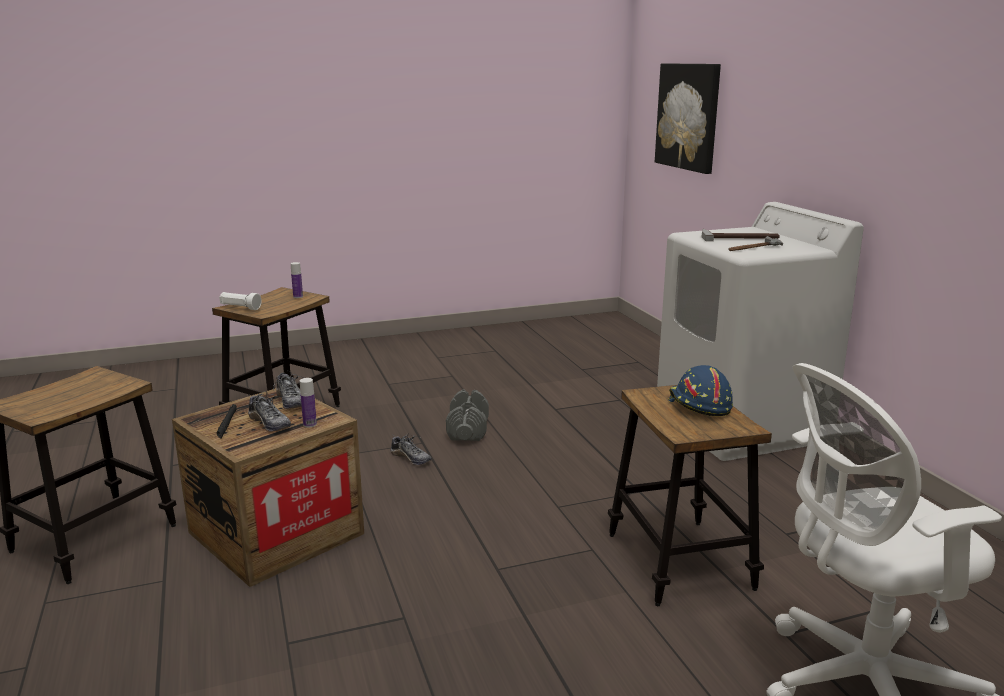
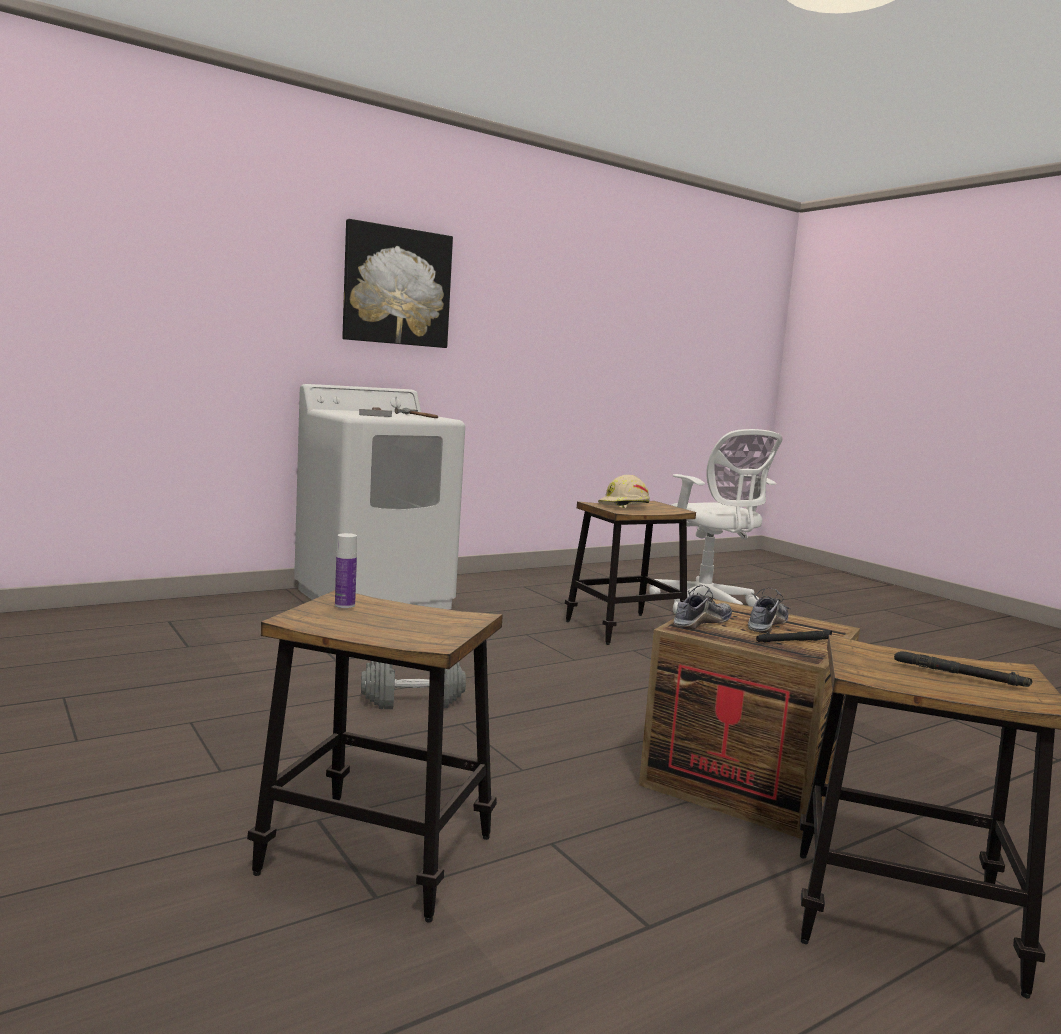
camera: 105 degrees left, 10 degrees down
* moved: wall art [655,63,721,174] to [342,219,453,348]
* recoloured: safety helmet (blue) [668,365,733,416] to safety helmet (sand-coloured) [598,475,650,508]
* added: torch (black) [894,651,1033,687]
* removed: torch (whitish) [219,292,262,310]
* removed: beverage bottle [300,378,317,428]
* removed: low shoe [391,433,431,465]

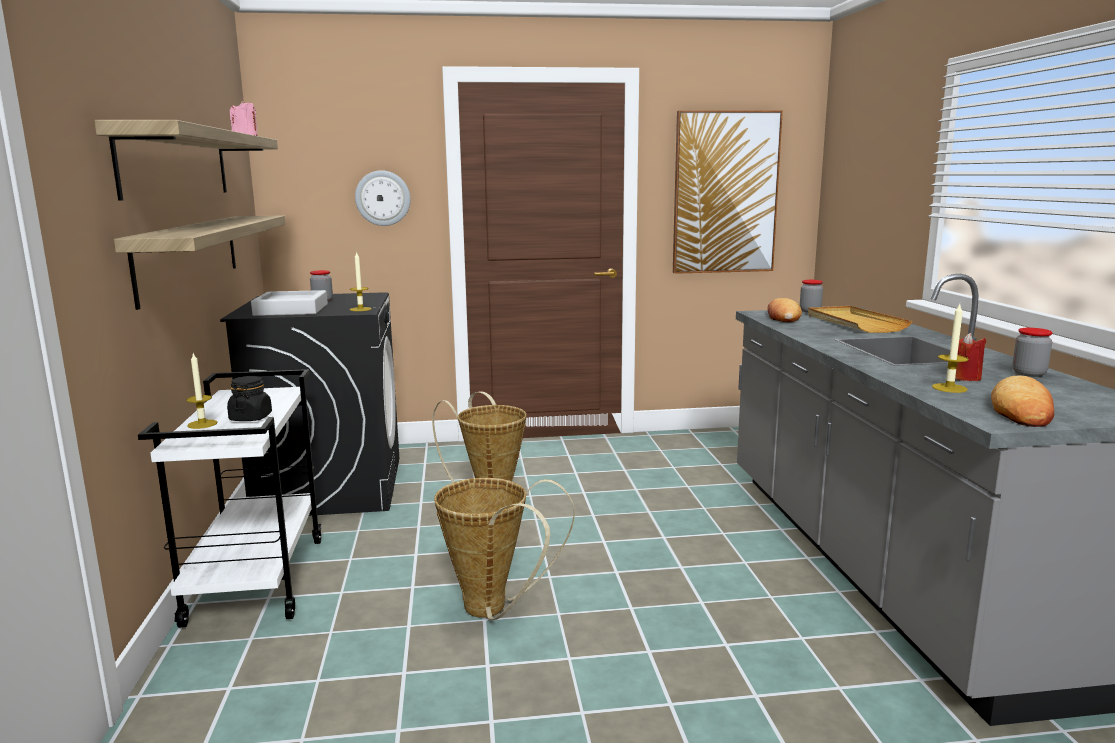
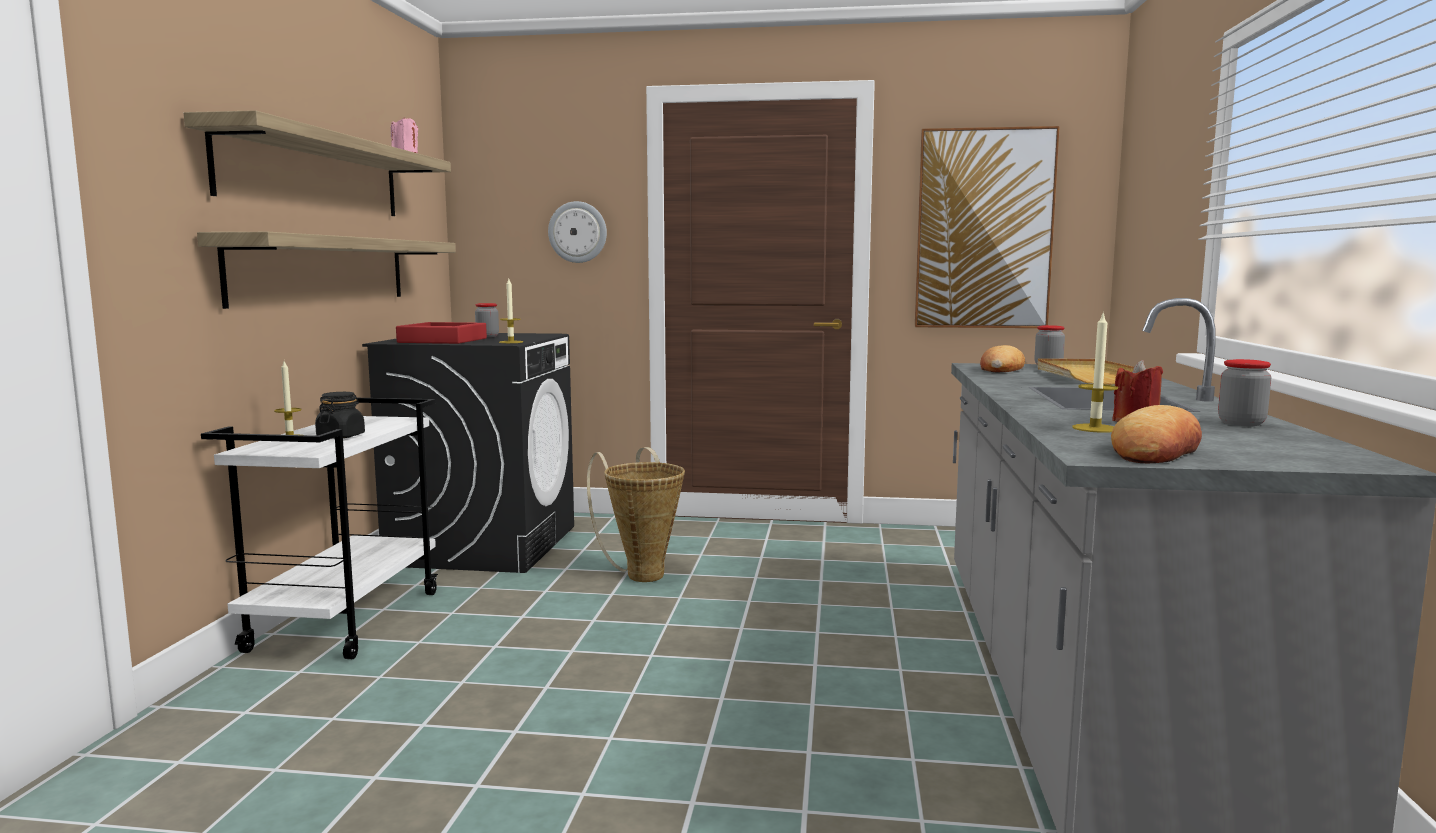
camera: 15 degrees right, 5 degrees down
* recoloured: tray (grey) [251,290,328,316] to tray (reddish) [396,322,487,344]
* removed: household basket [434,478,575,620]

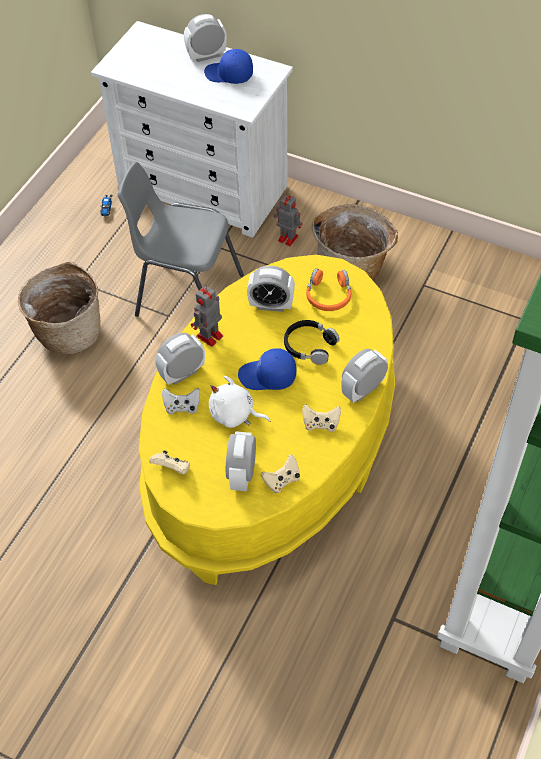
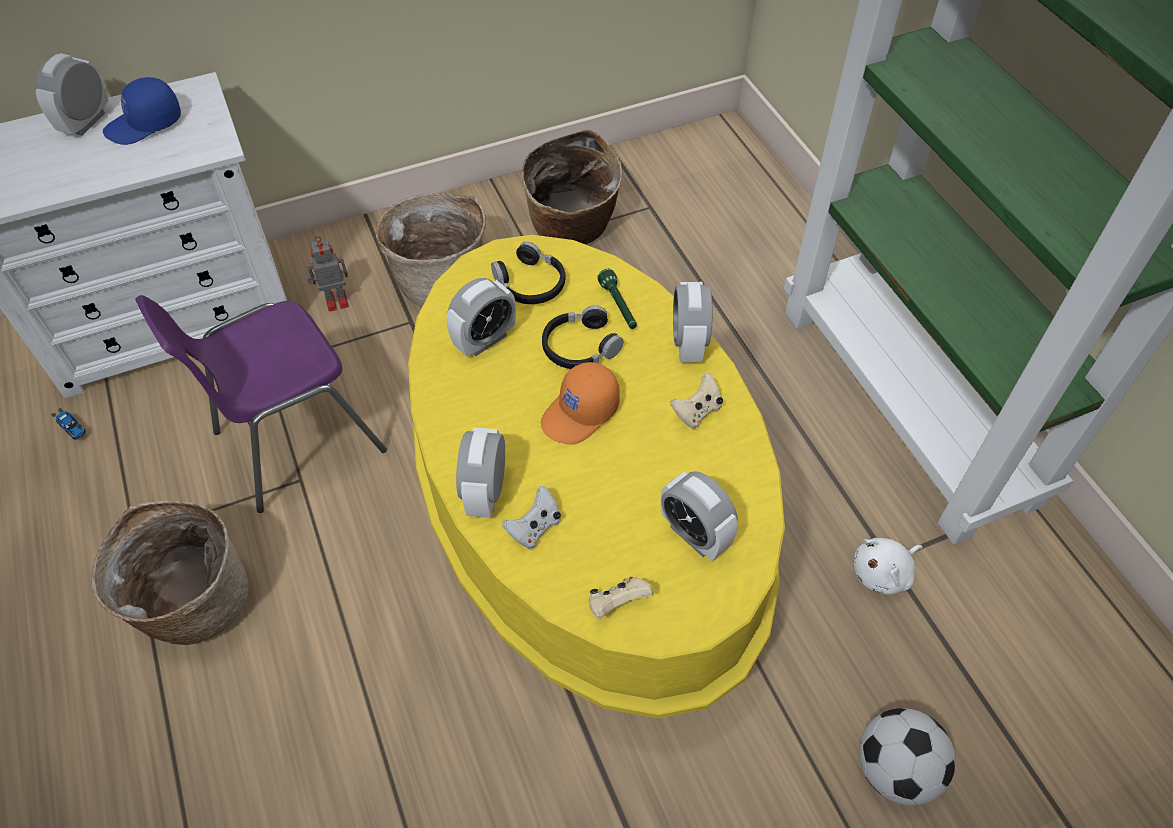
camera: 50 degrees left, 0 degrees up
* recoloured: chair (grey) [118,162,244,317] to chair (purplish) [135,295,387,513]
* recoloured: pair of headphones (orange-coloured) [306,268,351,311] to pair of headphones (black) [491,242,566,304]
* added: household basket [521,130,623,244]
* recoloured: cap (blue) [238,348,297,390] to cap (orange-coloured) [541,362,620,445]
* added: torch (green) [597,269,637,329]
* moved: plush toy (whitish) [209,376,270,428] to [853,538,922,595]
* added: ball for football [859,708,956,806]
* removed: robot figure [191,285,223,347]
* removed: game controller (sand-coloured) [261,454,300,493]

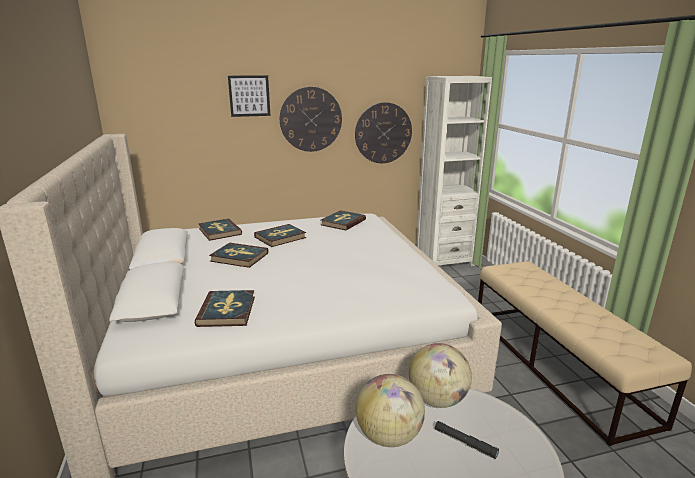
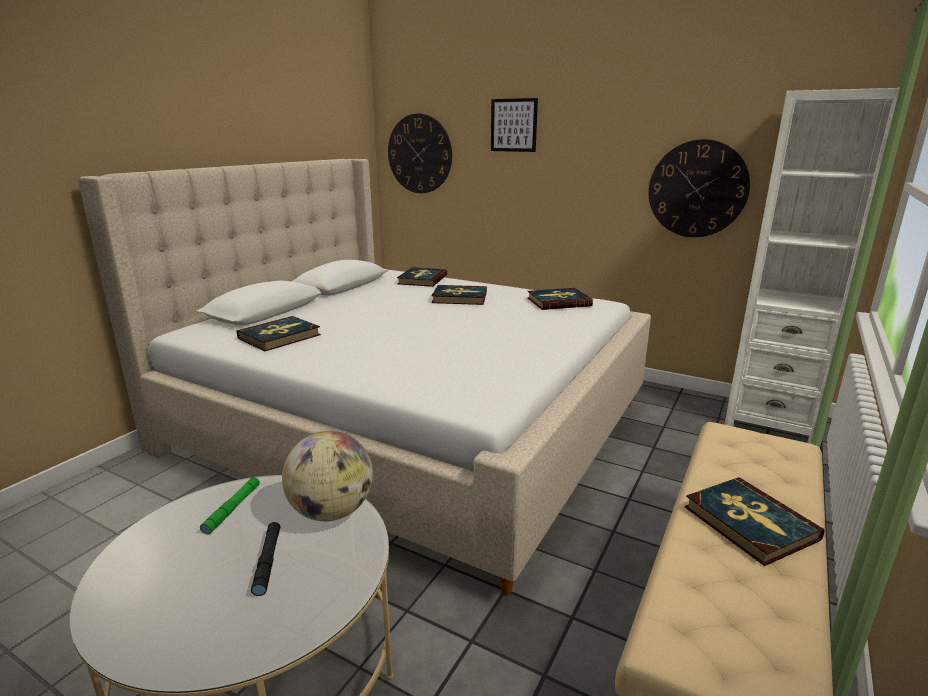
camera: 45 degrees right, 0 degrees up
* replaced: globe [356,374,425,447] to torch (green) [200,477,260,535]
* moved: wall clock [280,87,342,152] to [388,113,452,193]
* moved: bound book [209,243,268,268] to [685,477,825,566]

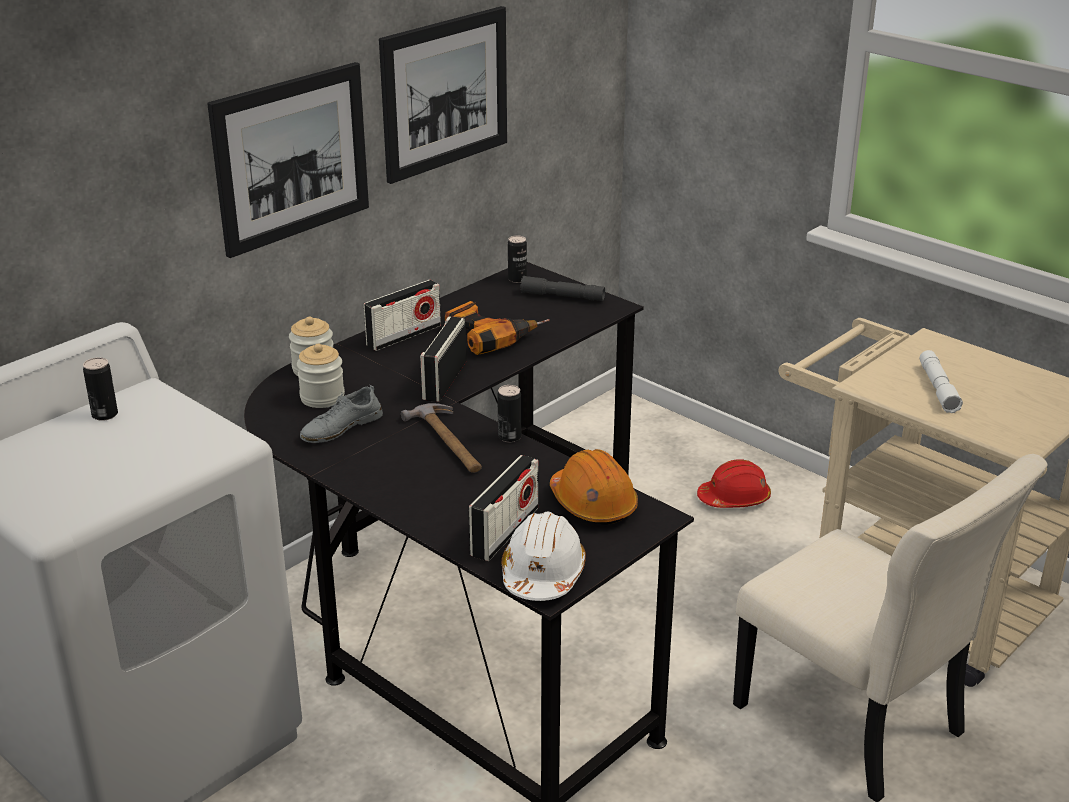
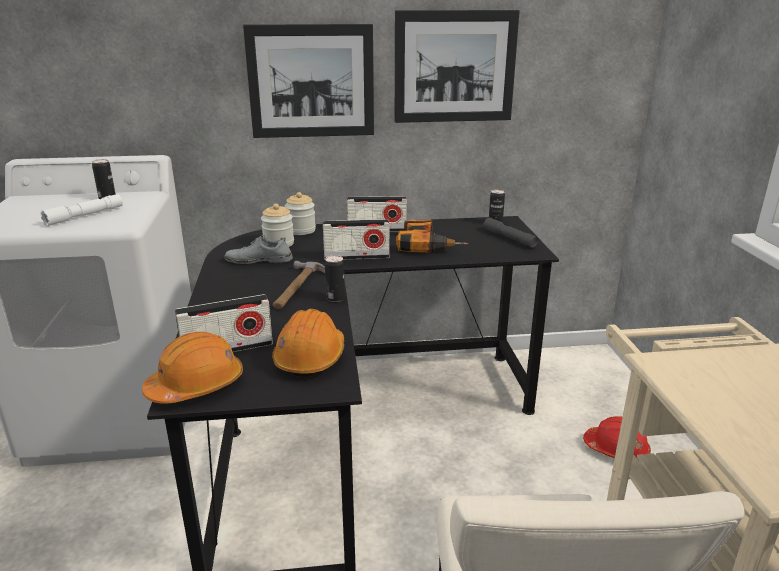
camera: 40 degrees right, 5 degrees down
* moved: torch (whitish) [920,350,963,413] to [40,194,123,226]
* recoloured: safety helmet (whitish) [502,512,586,601] to safety helmet (orange-coloured) [142,332,243,404]
* turned: radio set [420,317,466,402] = [323,219,390,260] 150 degrees counterclockwise

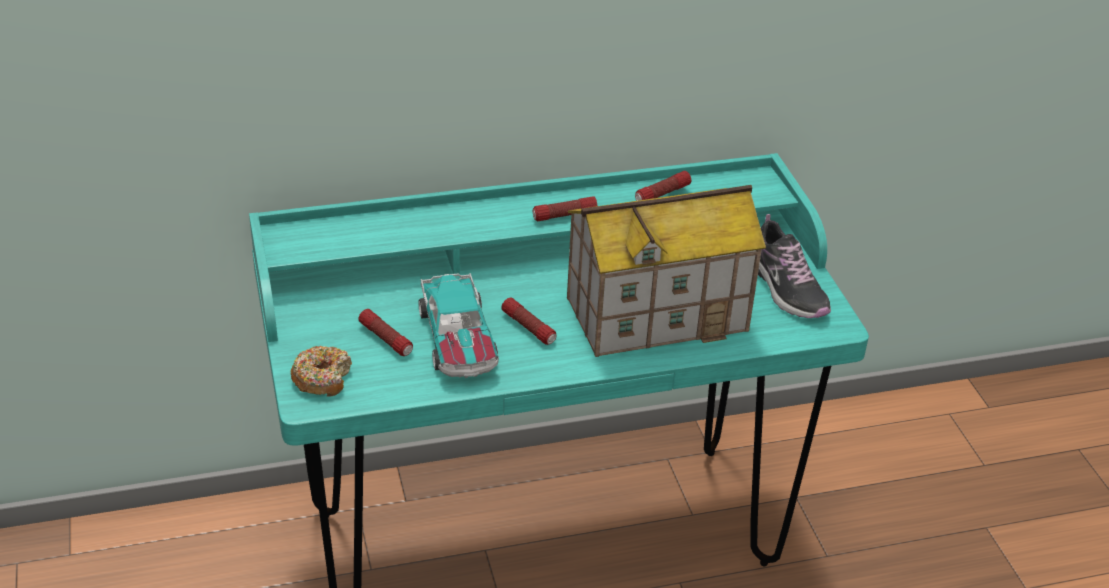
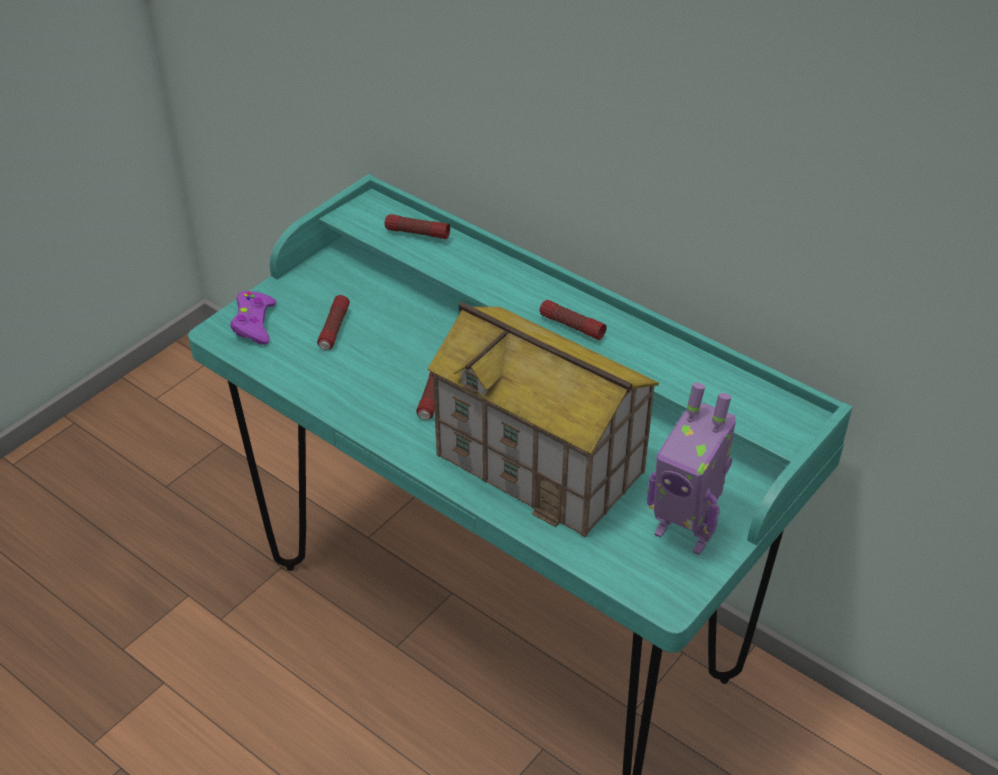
camera: 55 degrees right, 5 degrees up
* replaced: donut [290,346,352,397] to game controller (purplish) [231,291,276,345]
* moved: torch [635,171,691,201] to [385,214,450,239]
* replaced: low shoe [758,214,831,318] to robot figure [647,383,736,555]
* removed: model car [419,273,499,378]

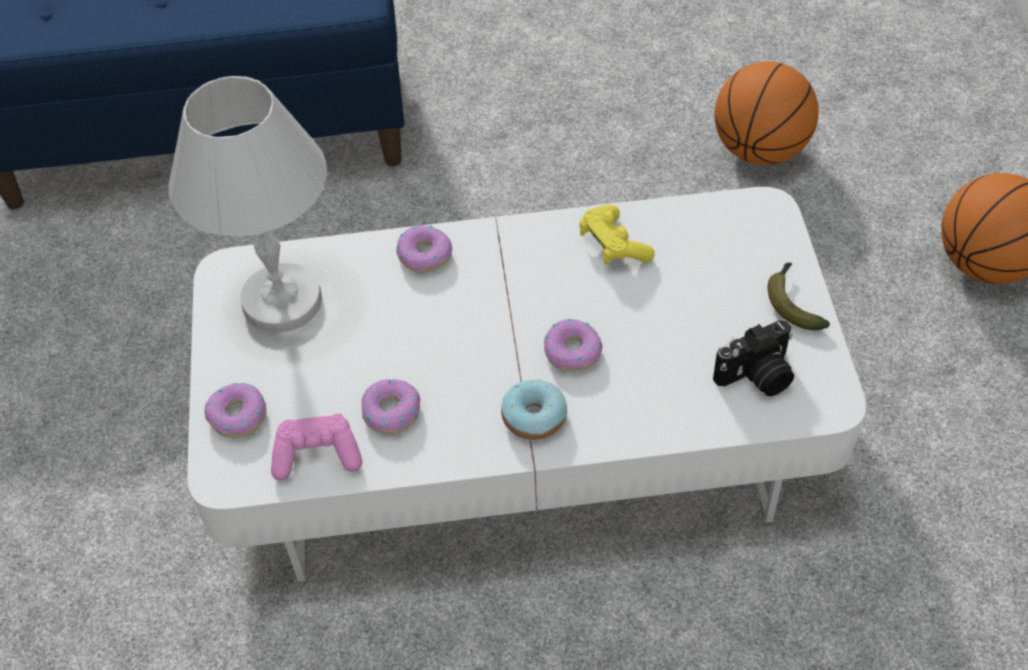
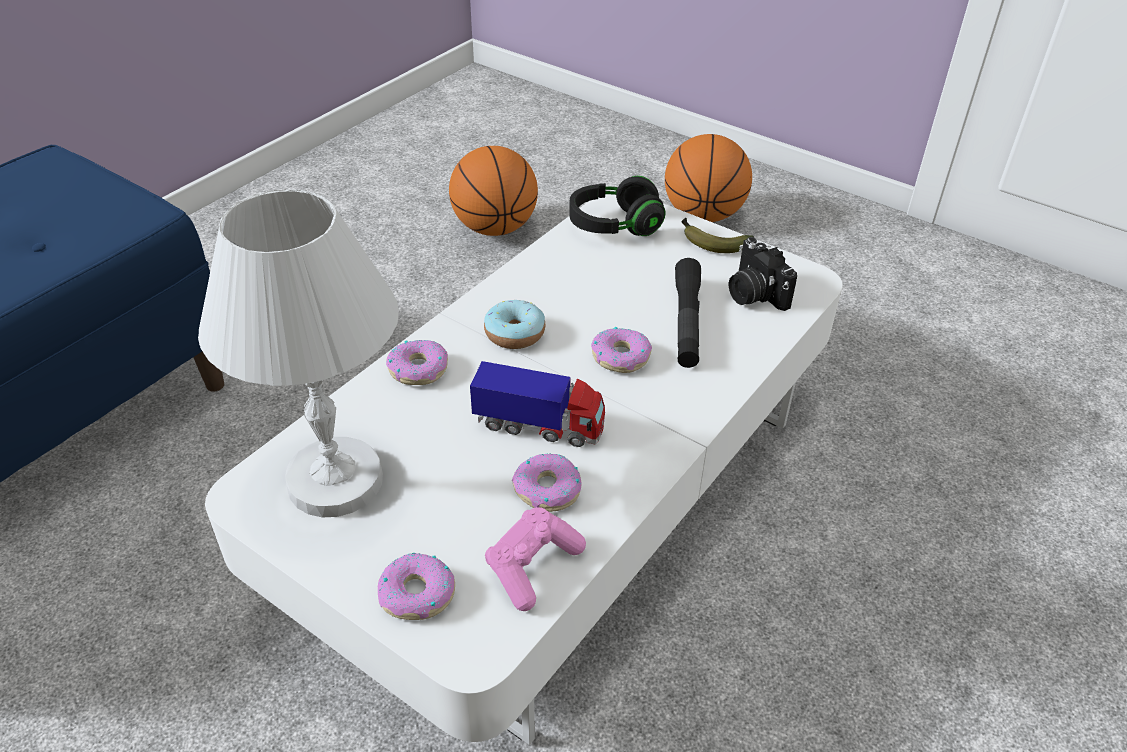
camera: 50 degrees left, 10 degrees down
* added: toy lorry [470,361,605,447]
* moved: donut [501,379,567,440] to [484,300,545,349]
* added: pair of headphones (black) [569,176,666,236]
* added: torch (black) [675,258,701,368]
* turned: photo camera [713,320,794,396] = [729,237,797,311] 135 degrees clockwise
* removed: game controller (yellow-coloured) [579,205,655,265]

